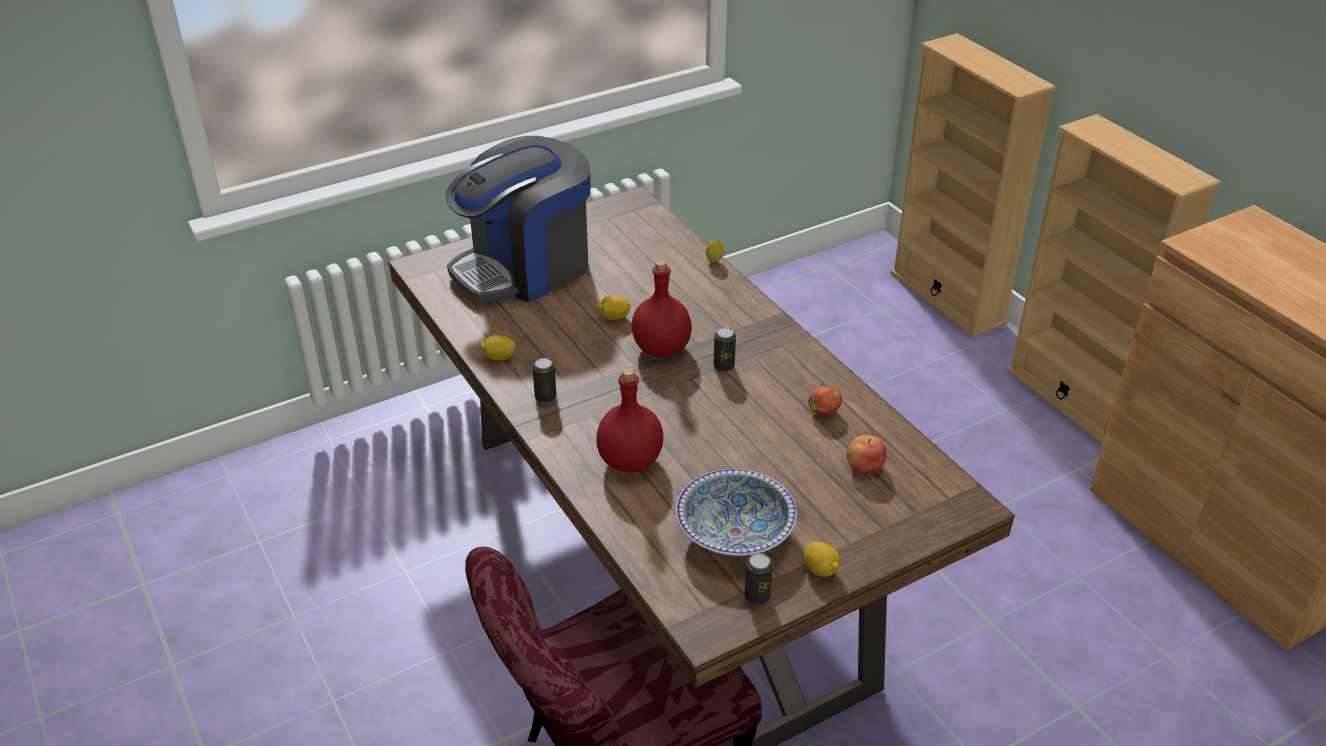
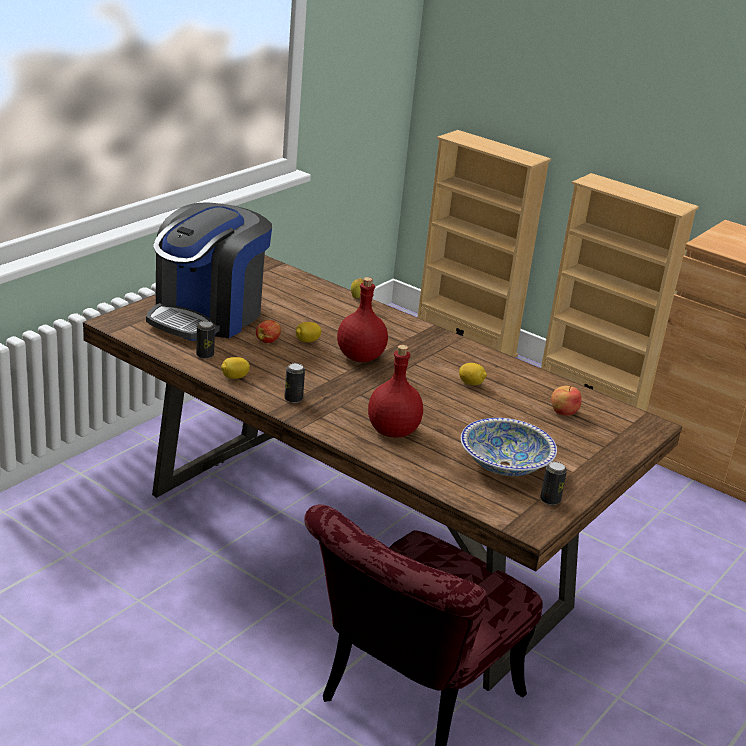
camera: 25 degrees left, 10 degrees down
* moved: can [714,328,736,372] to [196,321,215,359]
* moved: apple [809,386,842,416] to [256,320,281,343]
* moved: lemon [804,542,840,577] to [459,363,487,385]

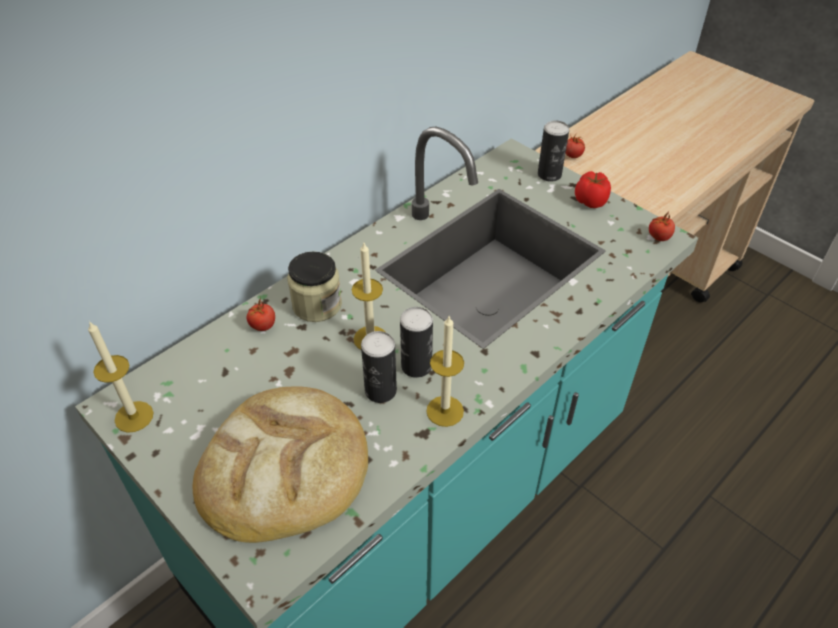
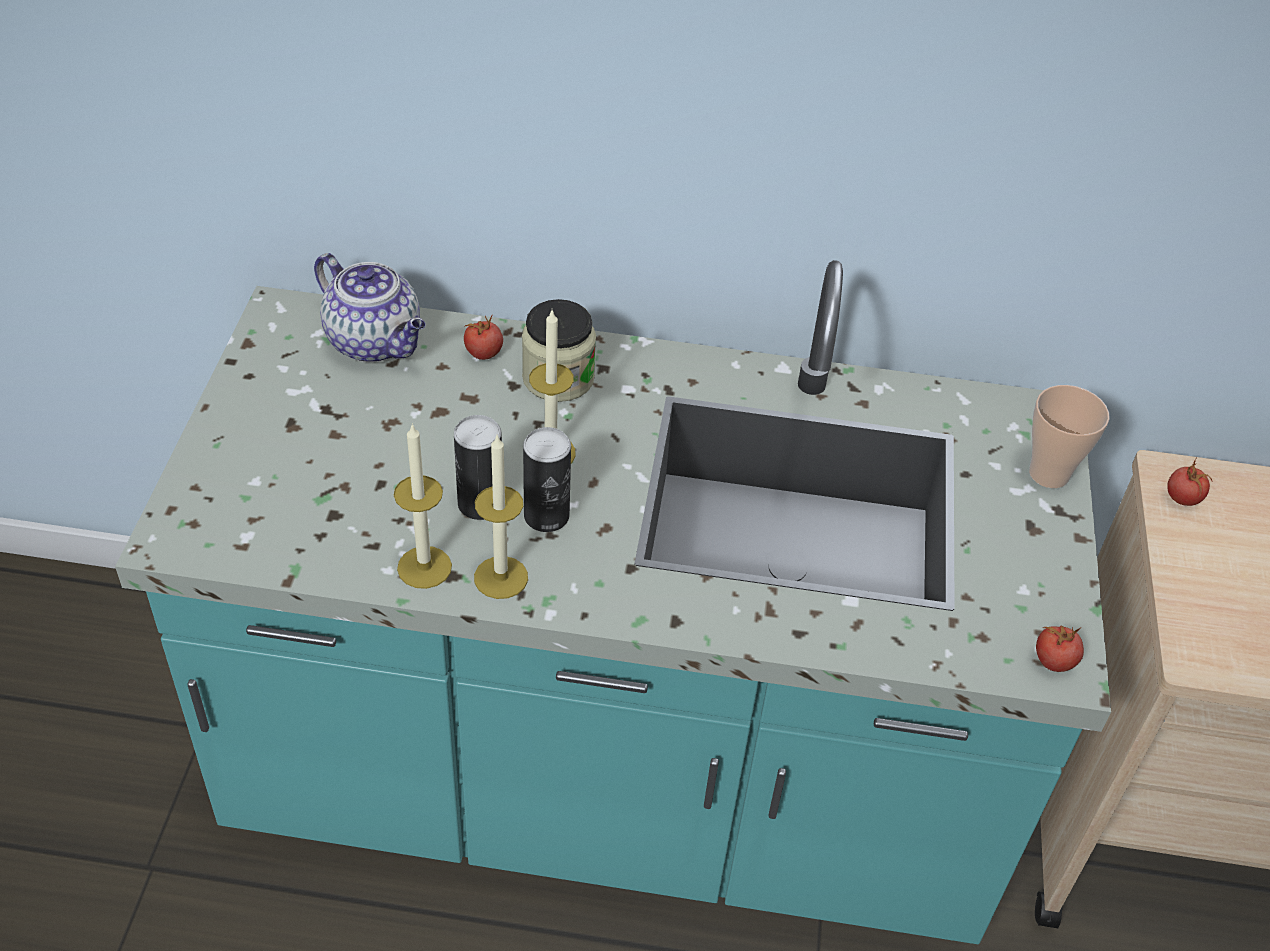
camera: 50 degrees right, 0 degrees up
* added: tea pot [314,253,426,363]
* moved: candle [88,321,154,433] to [394,423,452,589]
* replaced: can [538,120,569,181] to small cup [1029,385,1110,488]
* removed: bread [192,386,368,543]
* removed: whole tomato [575,171,611,208]

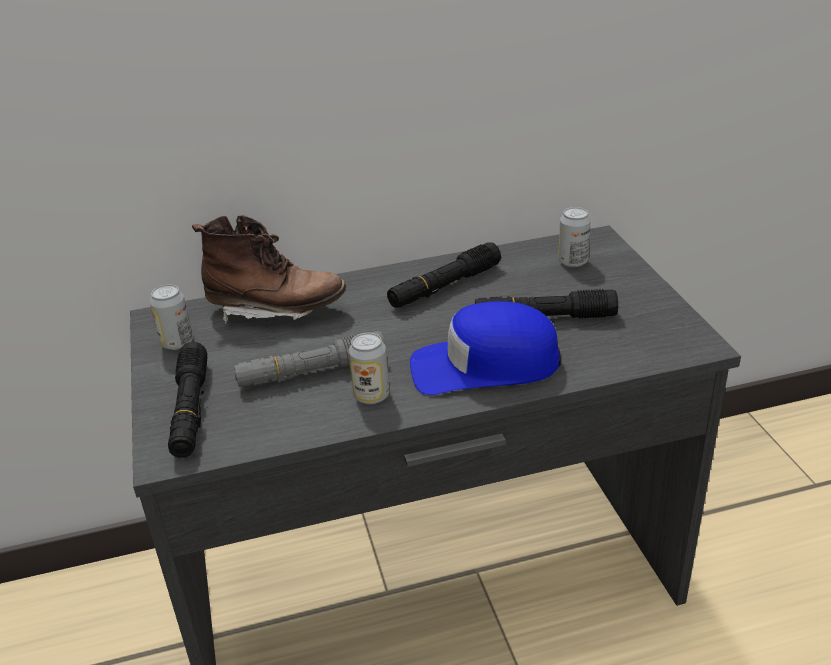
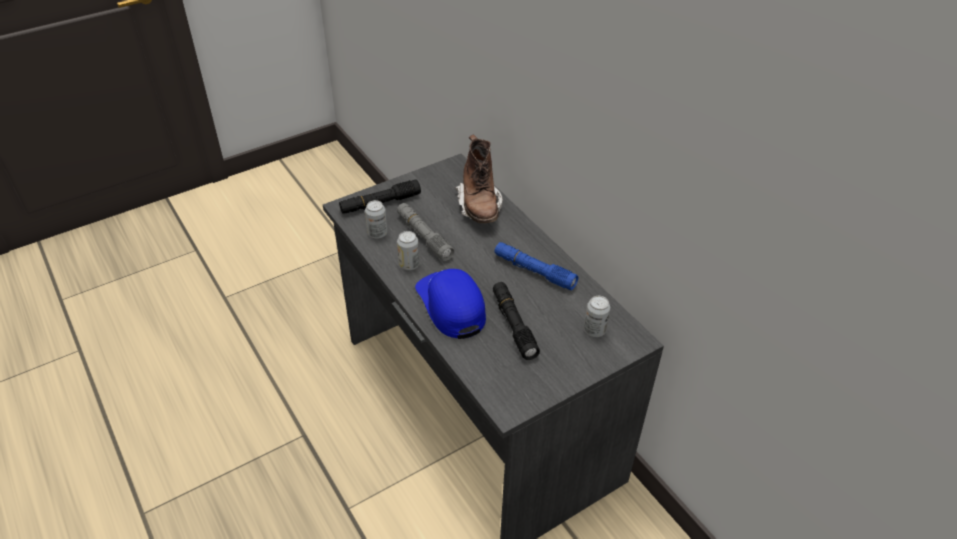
camera: 70 degrees right, 10 degrees up
* moved: can [150,285,193,350] to [365,200,387,239]
* recoloured: torch (black) [387,242,501,308] to torch (blue) [494,242,578,290]

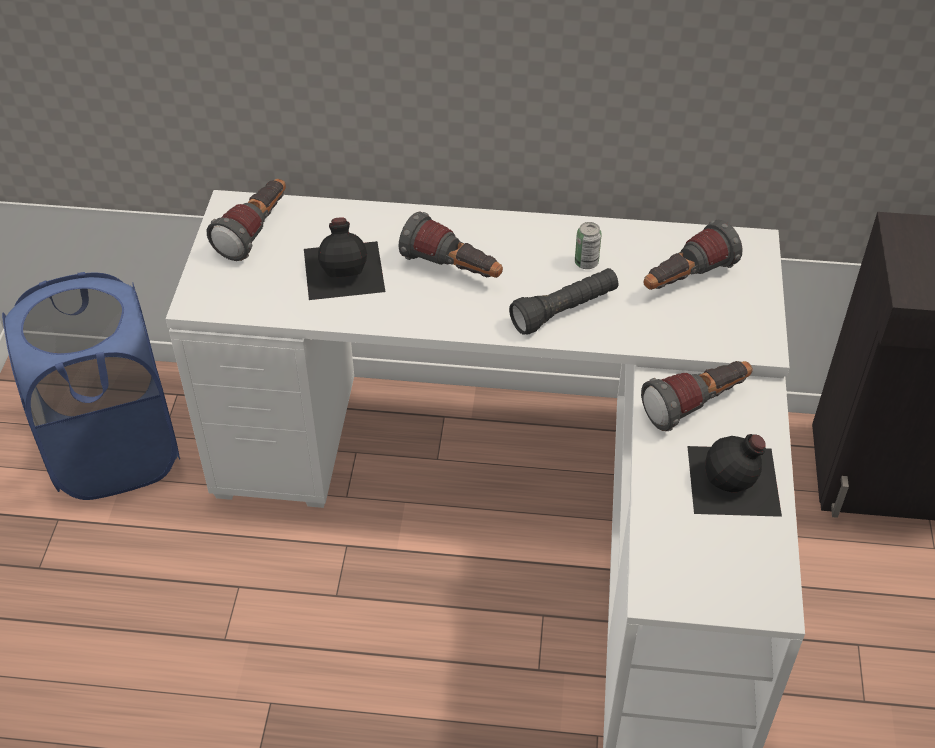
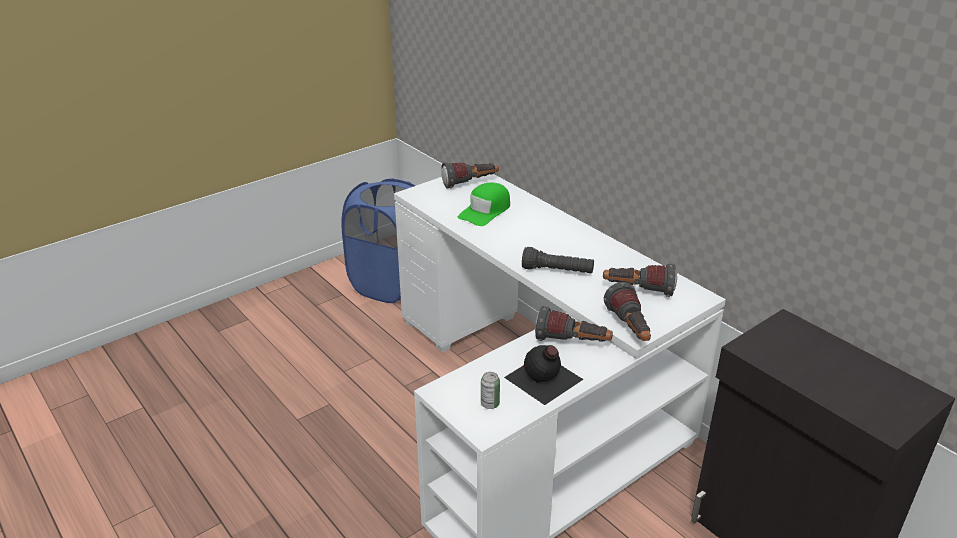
camera: 45 degrees right, 15 degrees down
* replaced: beverage bottle (black) [304,217,385,300] to cap (green) [458,182,510,226]
* moved: can [575,222,602,269] to [481,372,500,409]
* moved: torch [399,211,503,278] to [604,282,651,341]

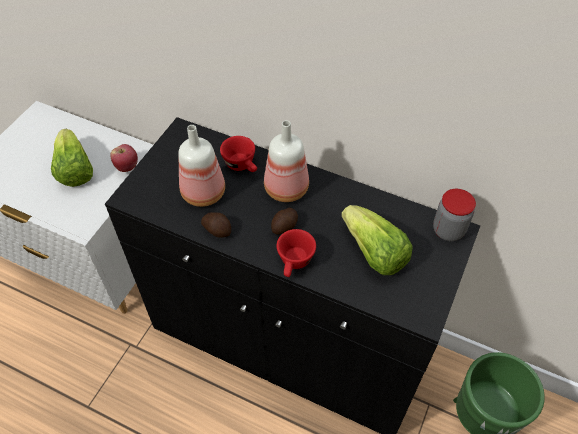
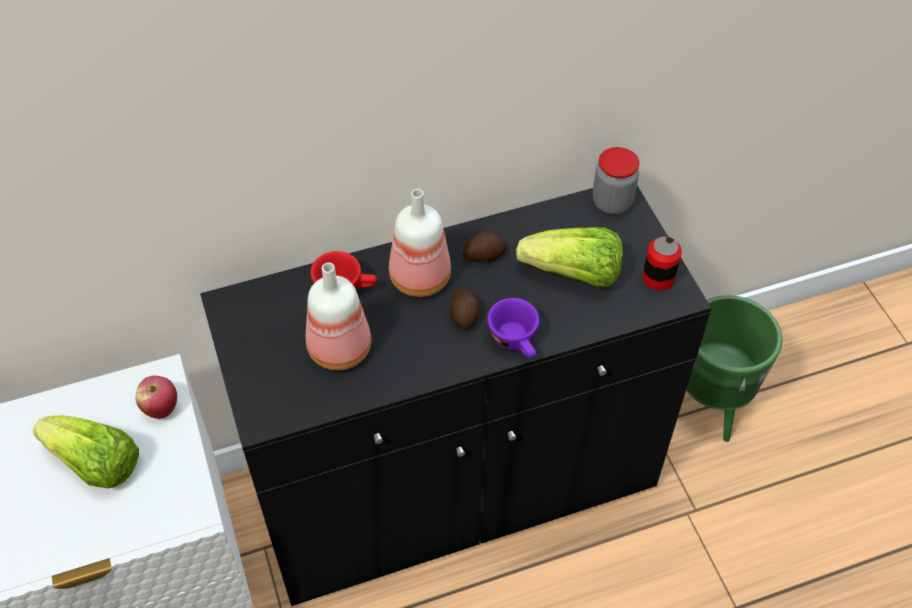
camera: 45 degrees left, 0 degrees up
* moved: potato [201,212,231,238] to [463,231,507,262]
* recoloured: small cup (reddish) [276,229,316,277] to small cup (purplish) [487,298,539,358]
* added: can [642,236,682,290]

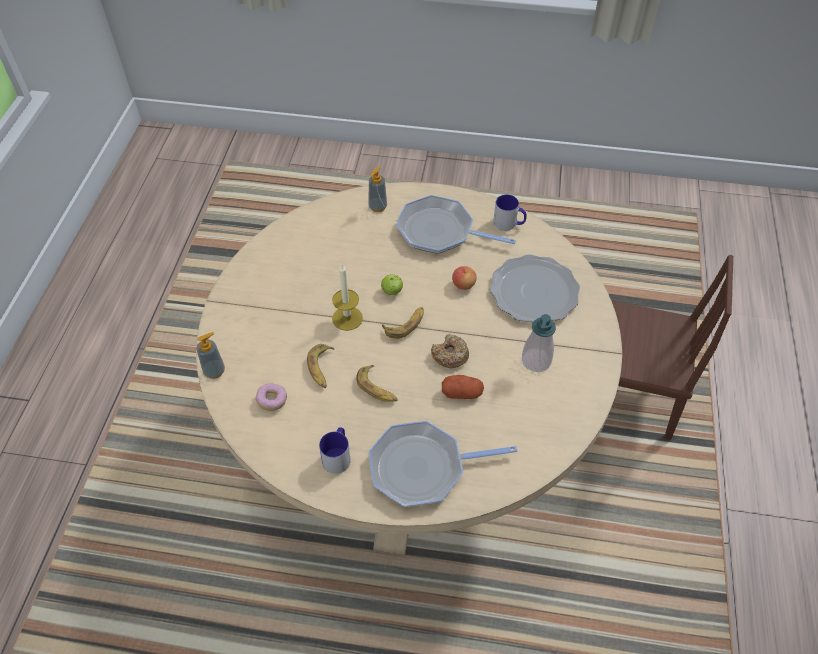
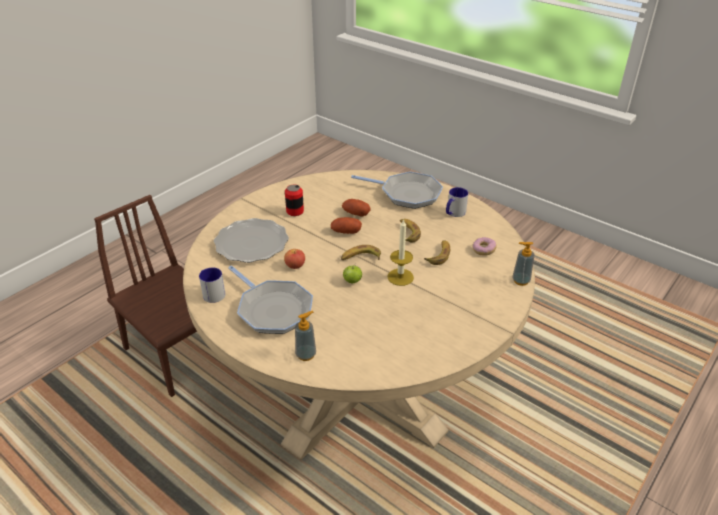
camera: 150 degrees left, 15 degrees down
* replaced: liquid soap bottle [522,314,556,372] to can [285,185,304,216]
* replaced: donut [431,334,469,368] to potato [331,217,362,234]

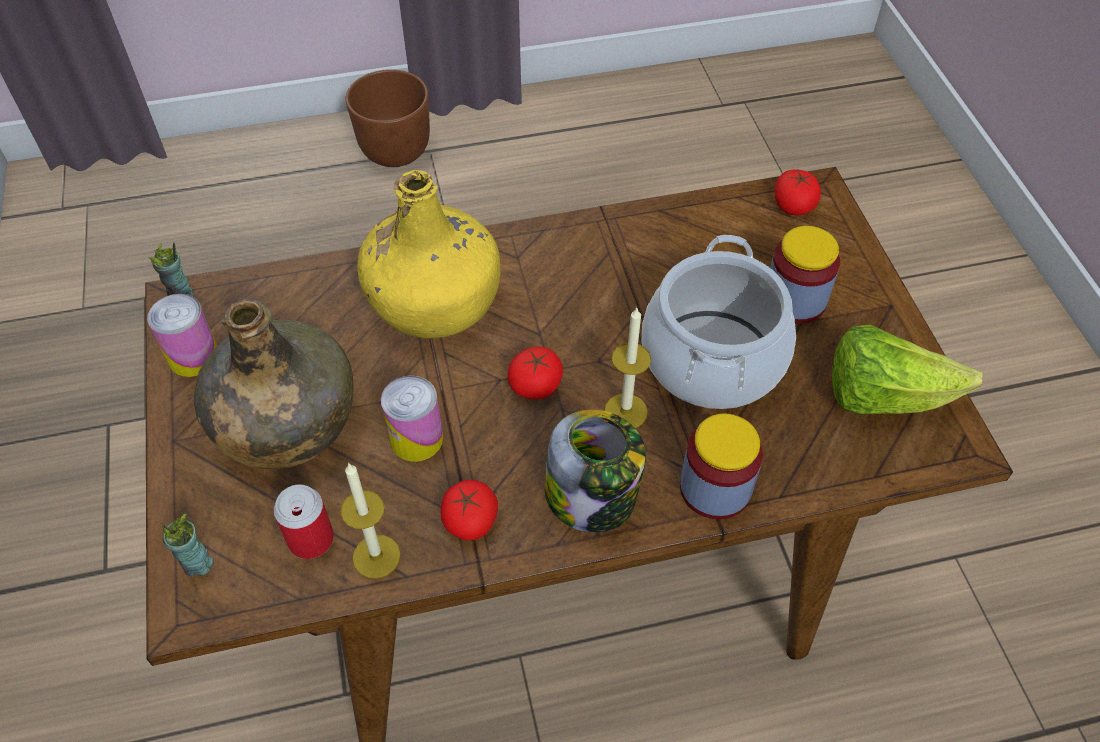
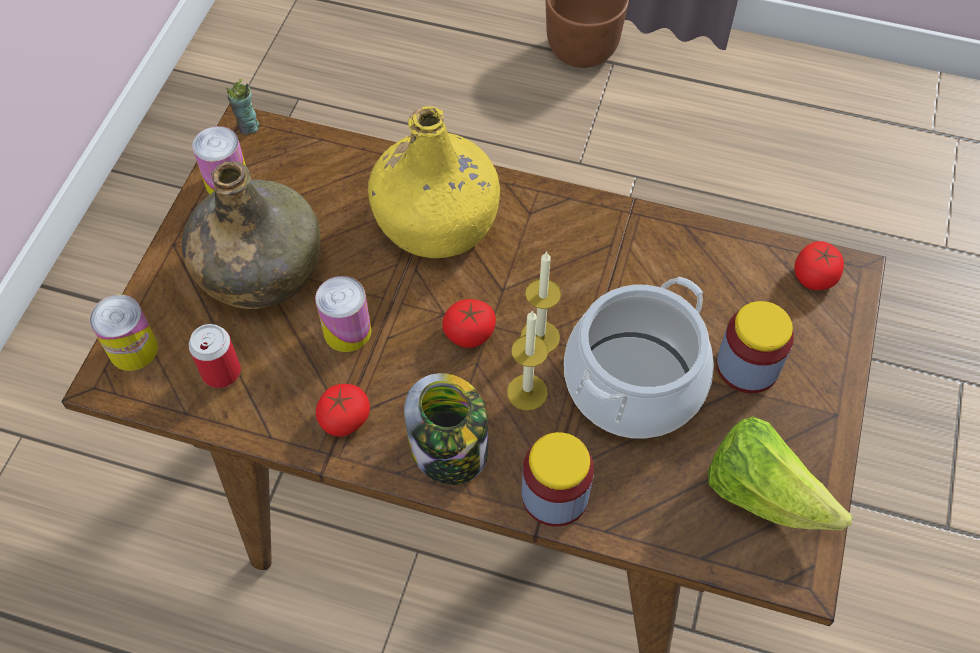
camera: 30 degrees right, 5 degrees up
* replaced: small cup [162,514,214,577] to can [90,295,158,371]
* moved: candle [341,464,401,578] to [520,251,561,353]

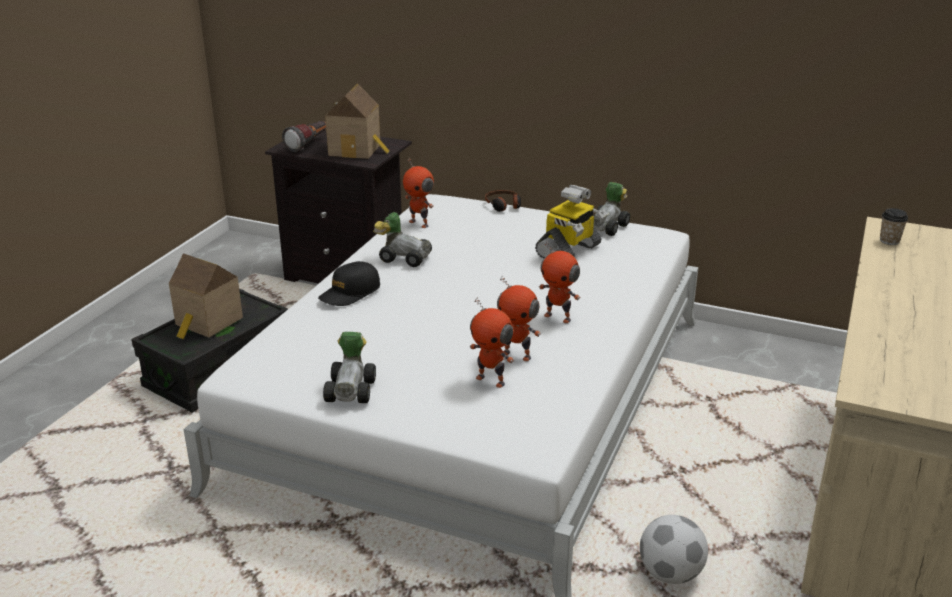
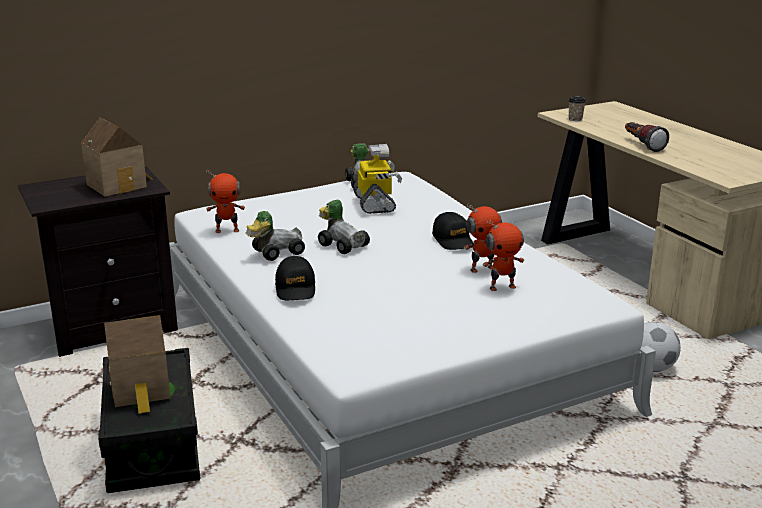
camera: 50 degrees left, 5 degrees down
* moved: model car [323,332,376,403] to [318,199,370,254]
* replaced: robot figure [539,241,581,323] to cap (black) [432,212,473,250]
* moved: torch [282,121,326,152] to [625,122,669,152]
* removed: pair of headphones [485,190,521,212]

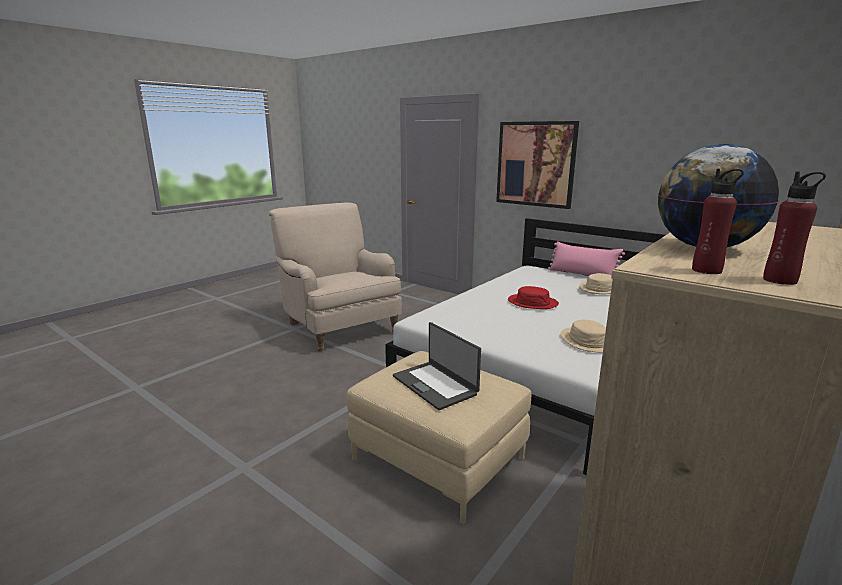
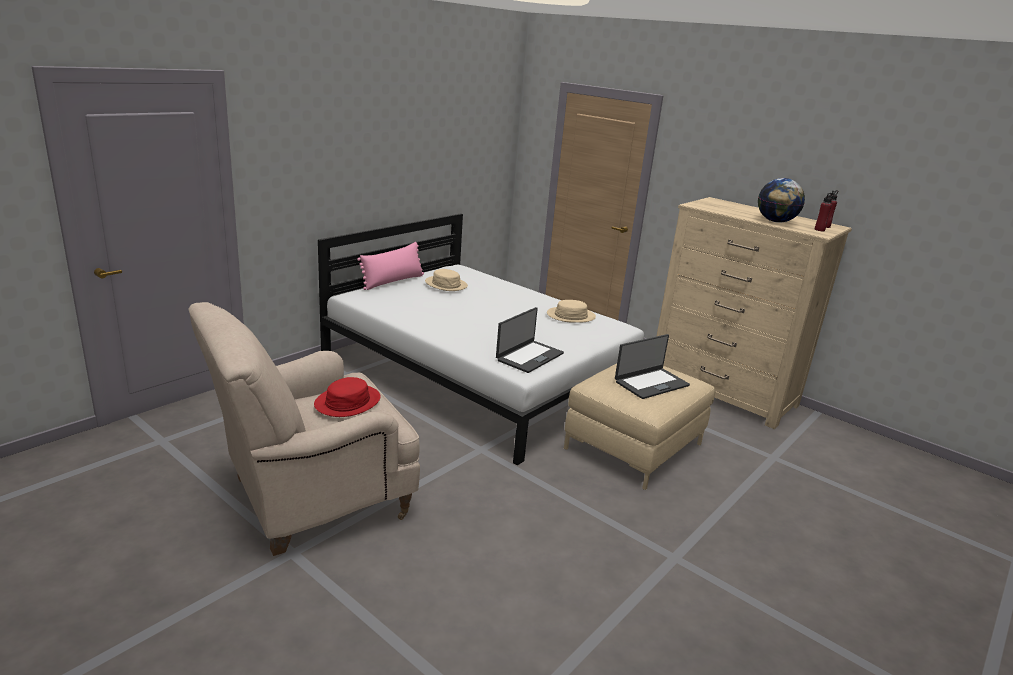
camera: 90 degrees left, 5 degrees up
* moved: clothing hat (reddish) [508,286,559,309] to [314,377,381,417]
* added: notebook computer [496,307,564,373]
* removed: wall art [496,121,579,209]

